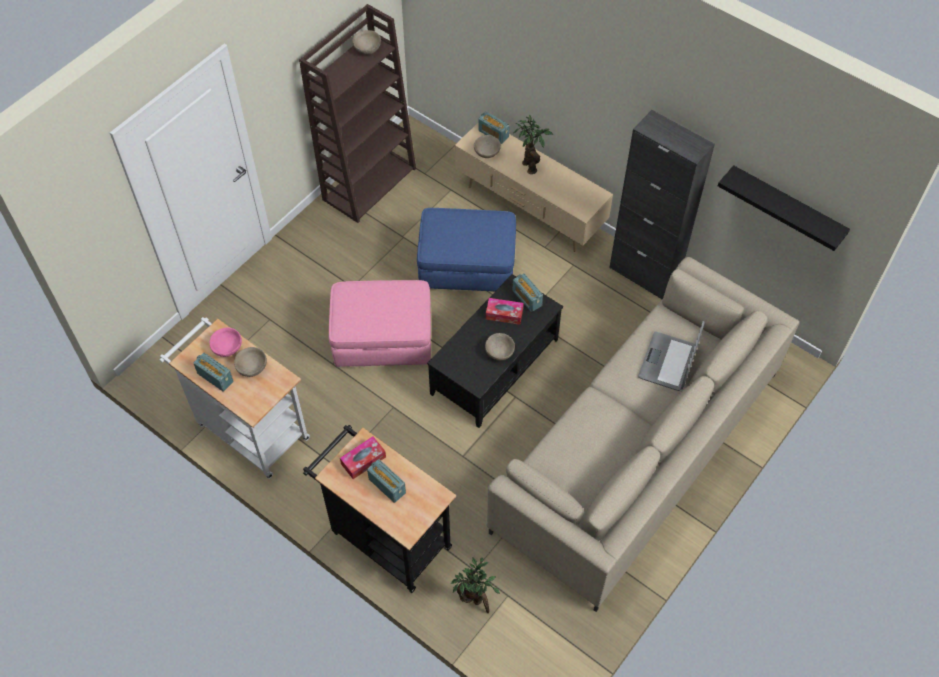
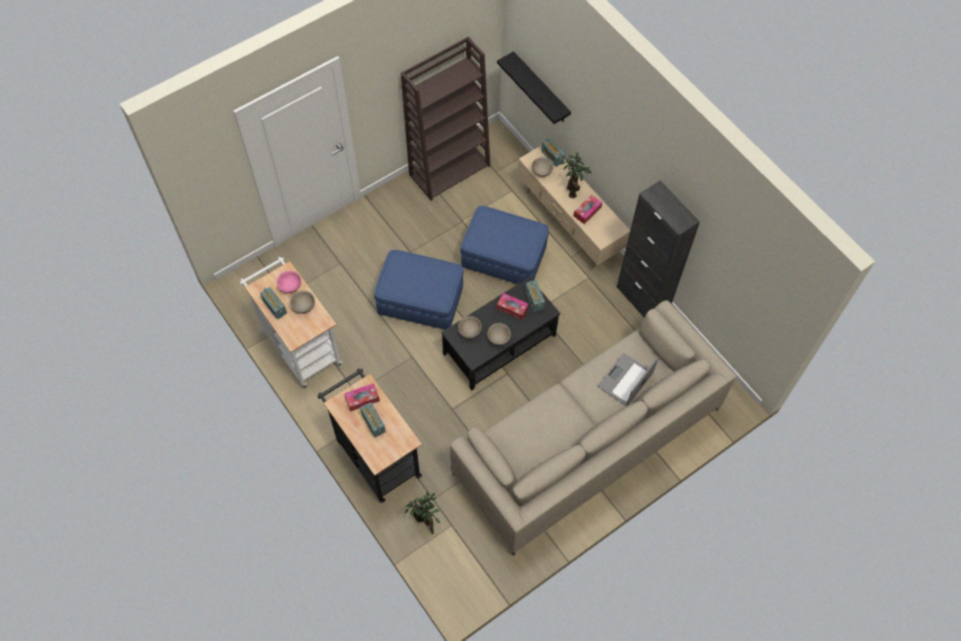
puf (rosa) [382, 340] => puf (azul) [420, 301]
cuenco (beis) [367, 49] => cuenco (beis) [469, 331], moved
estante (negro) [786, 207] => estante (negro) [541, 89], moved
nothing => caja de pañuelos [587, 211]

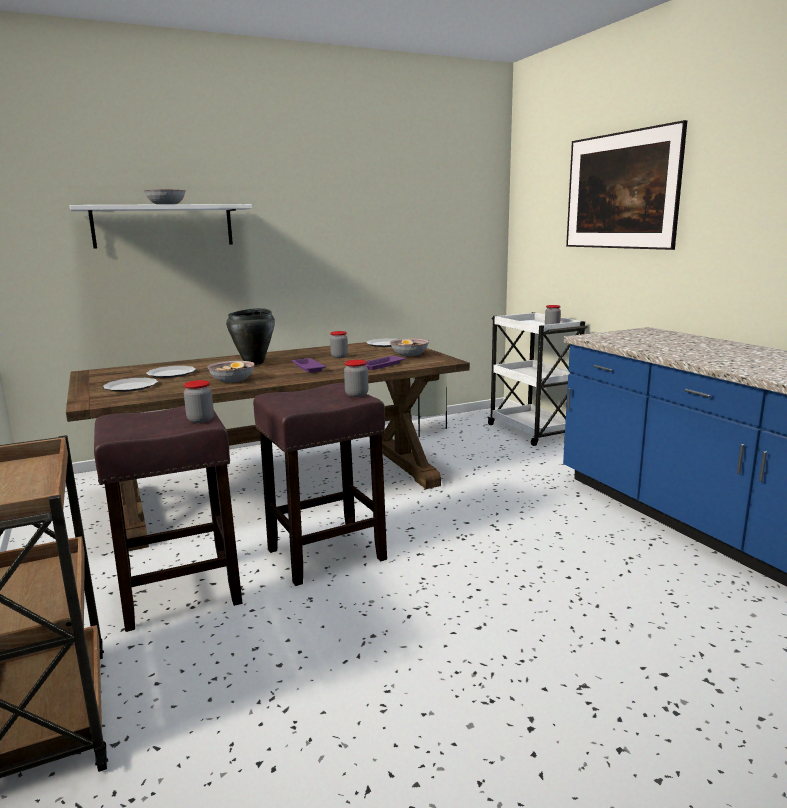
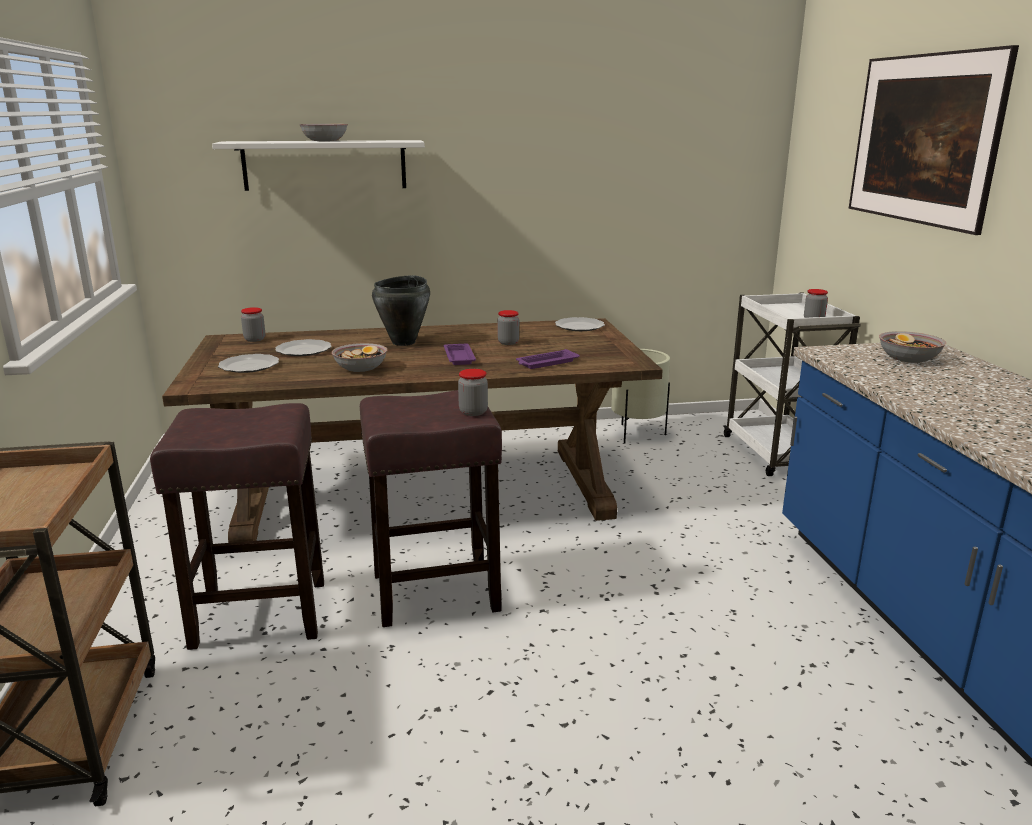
tarro [200, 420] => tarro [255, 339], moved
cuenco [409, 354] => cuenco [908, 359], moved

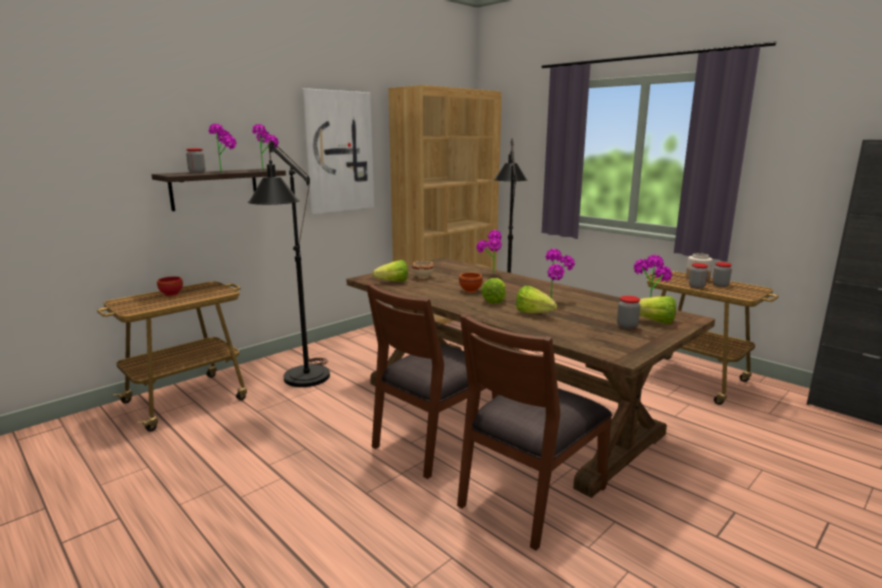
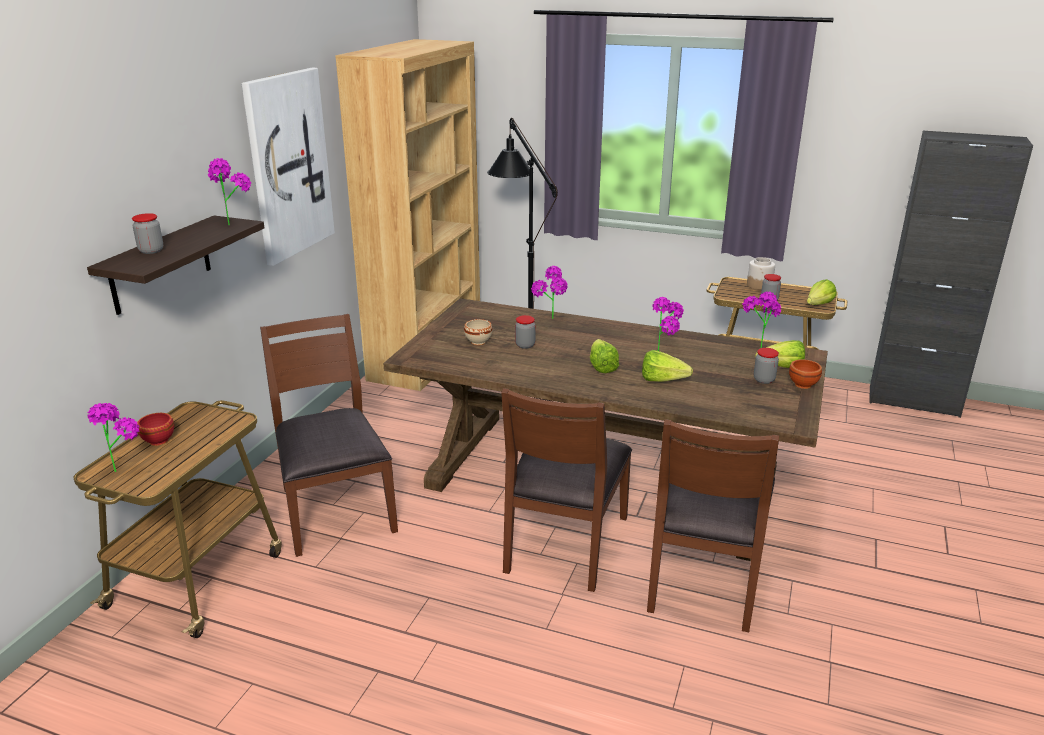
planta en maceta [227, 172] => planta en maceta [123, 466], moved
lámpara de pie (negro) [303, 383] => silla (marrón) [335, 509]
lechuga [390, 282] => lechuga [815, 306], moved
cuenco (marrón) [471, 291] => cuenco (marrón) [804, 385], moved
tarro [720, 285] => tarro [525, 345], moved

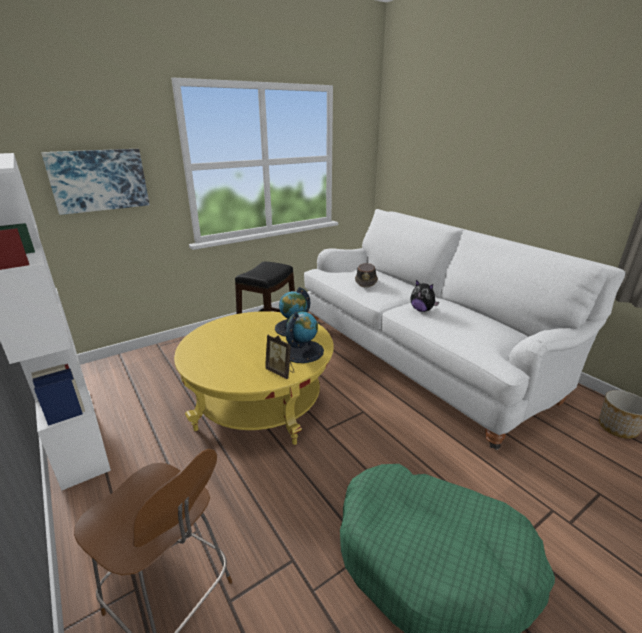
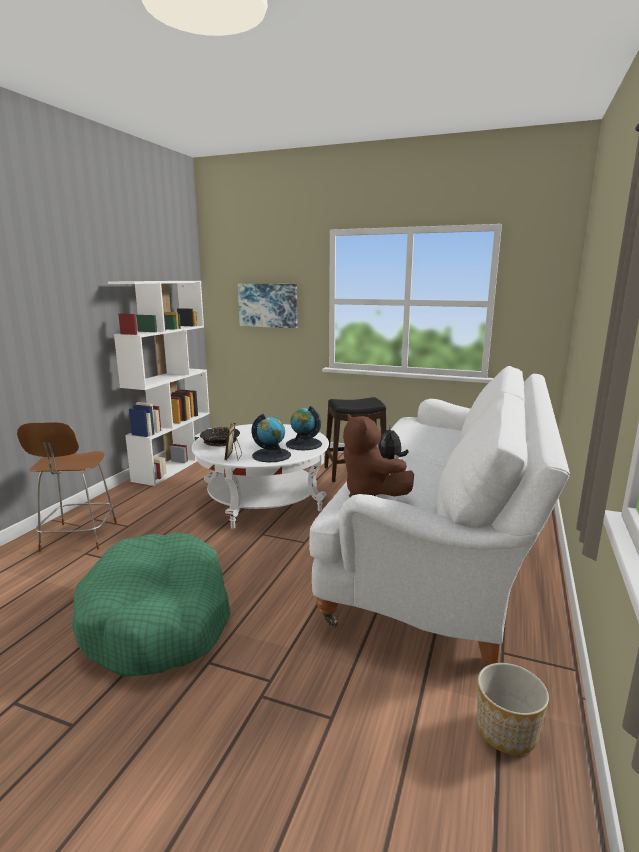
mesa de centro (amarillo) [260, 403] => mesa de centro (blanco) [263, 501]
sombrero (marrón) [366, 282] => nothing
nothing => cuenco (negro) [220, 443]
nothing => peluche (marrón) [370, 493]

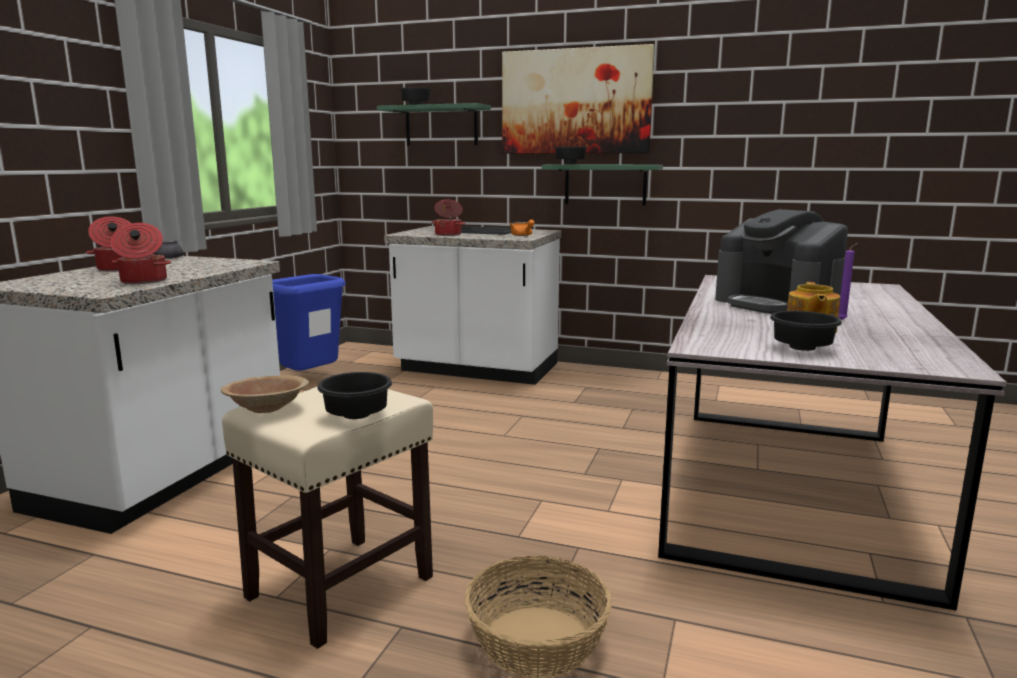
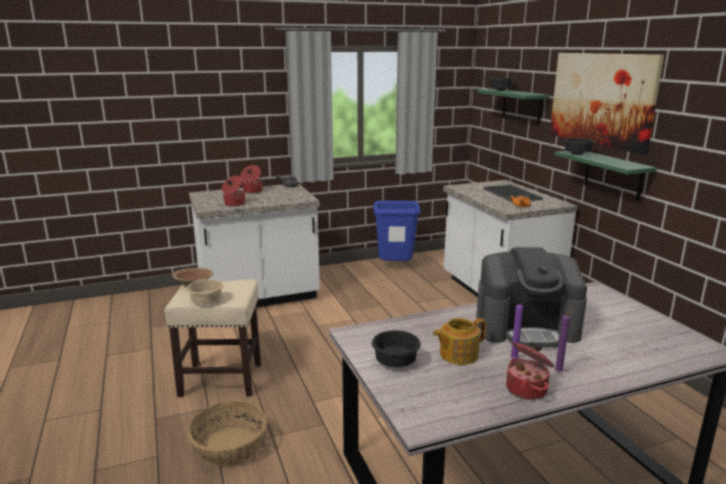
cuenco (negro) [358, 416] => cuenco (beis) [206, 302]
olla [448, 234] => olla [527, 389], moved
cafetera [777, 304] => cafetera [527, 328], 105 degrees counterclockwise
nothing => vela (morado) [560, 372]

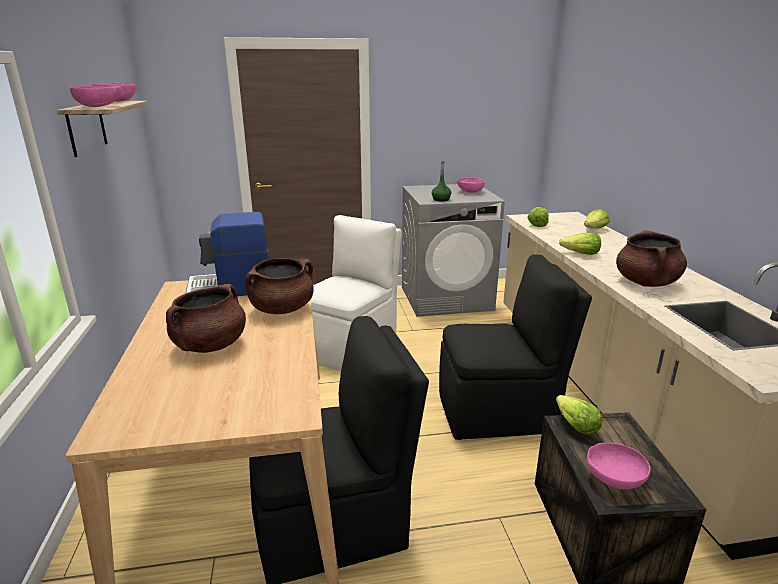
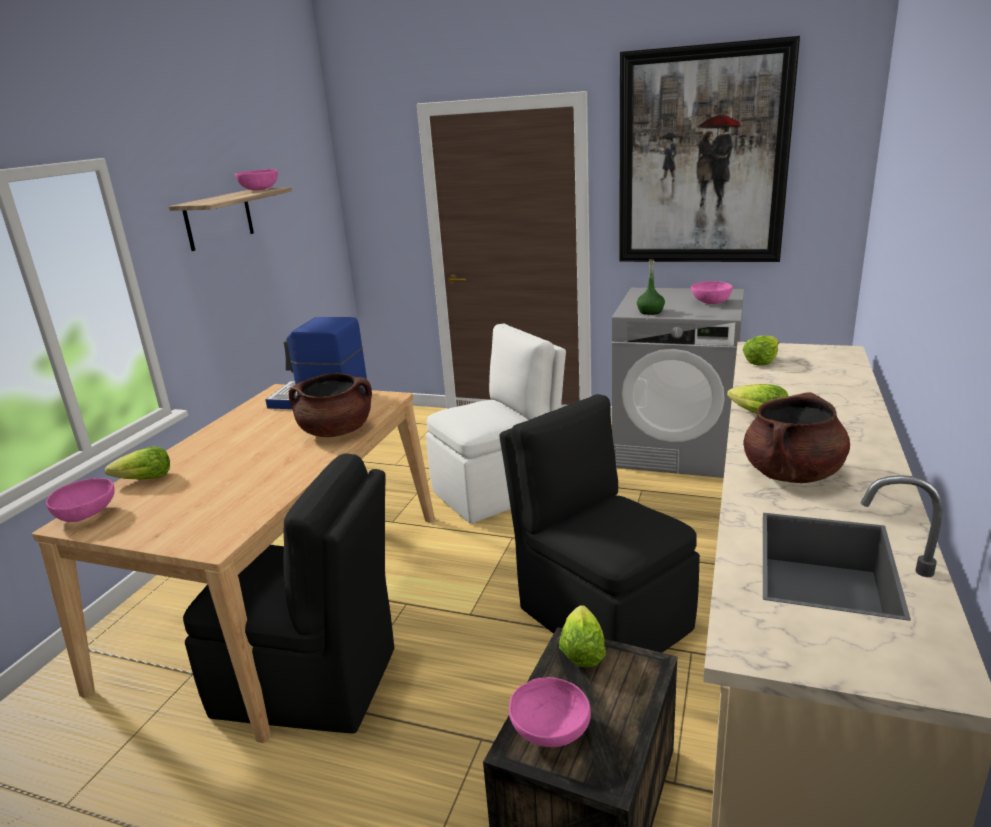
cuenco (rosa) [99, 106] => cuenco (rosa) [87, 515], moved
olla (marrón) [210, 345] => nothing
silla (negro) [499, 412] => silla (negro) [601, 616], 150 degrees counterclockwise
lechuga [594, 229] => lechuga [144, 480], moved
nothing => cuadro [702, 158]

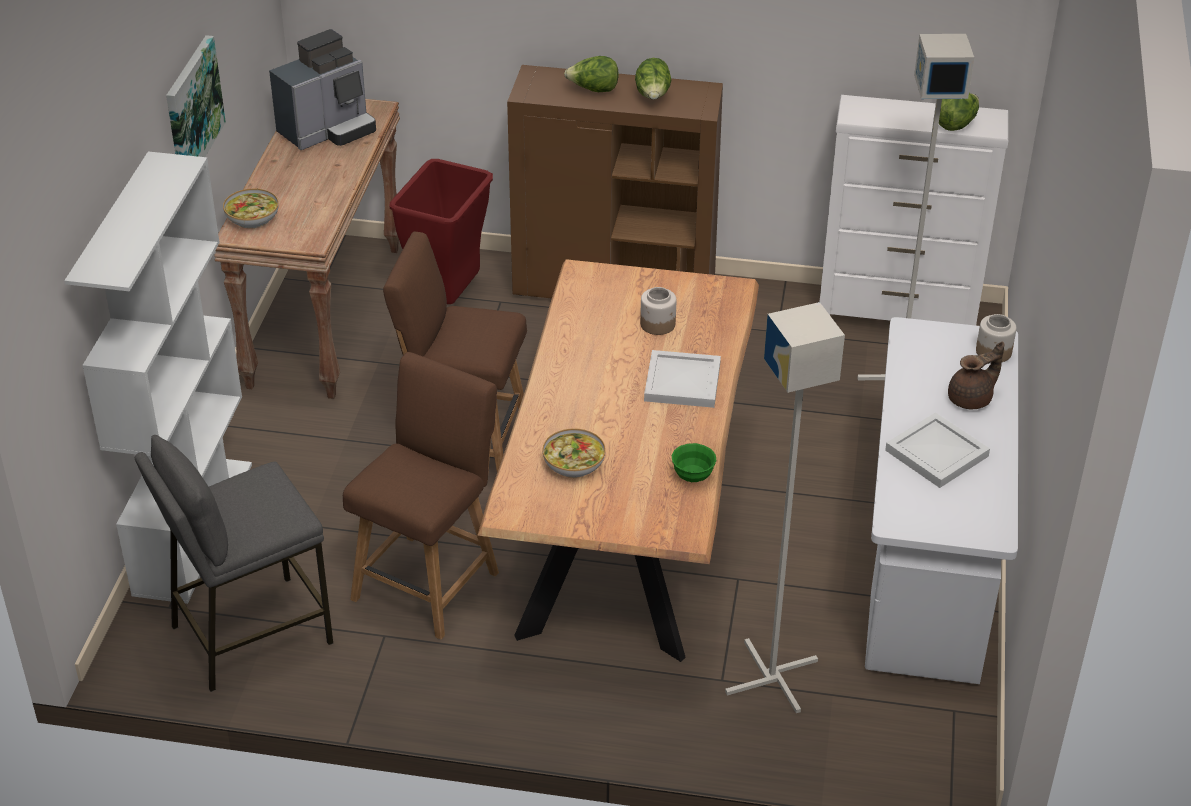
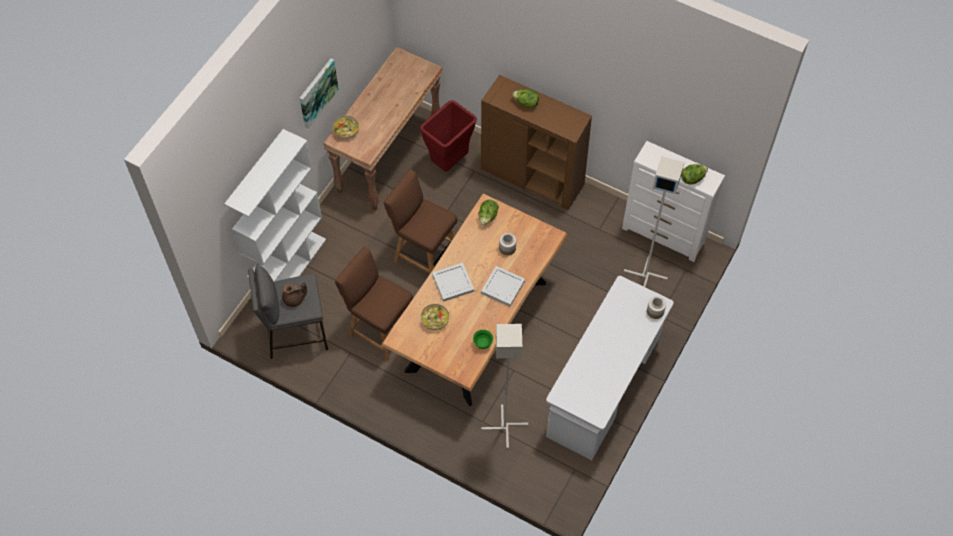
cafetera [328, 131] => nothing
silla (marrón) [429, 581] => silla (marrón) [379, 329], 105 degrees counterclockwise
lechuga [653, 97] => lechuga [488, 217], moved
bandeja (blanco) [937, 454] => bandeja (blanco) [452, 283], moved
tetera (marrón) [971, 399] => tetera (marrón) [294, 299], moved

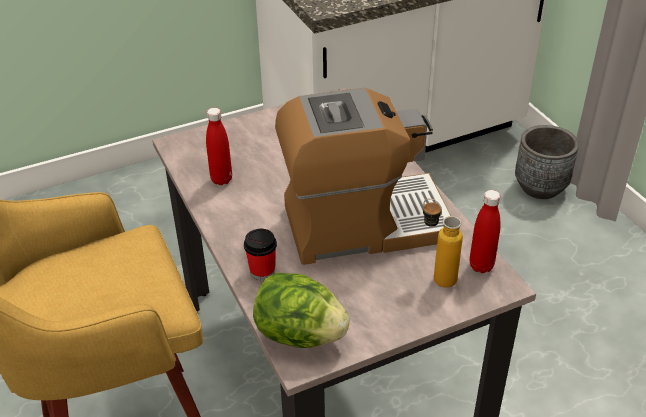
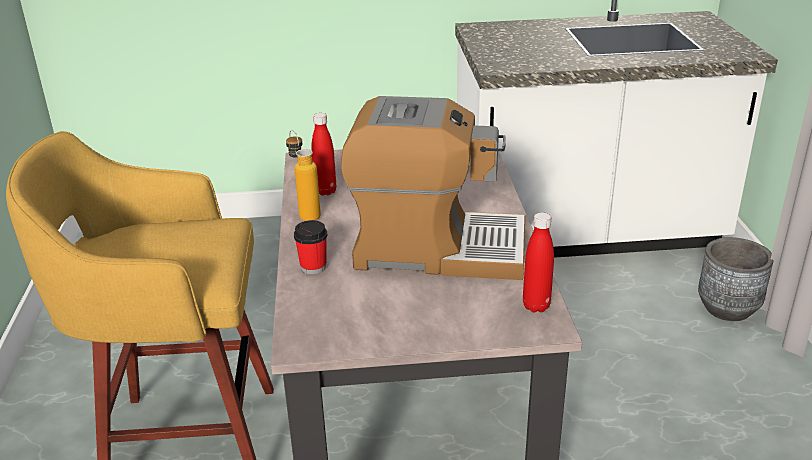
lechuga [299, 334] => nothing
botella [436, 276] => botella [305, 213], moved

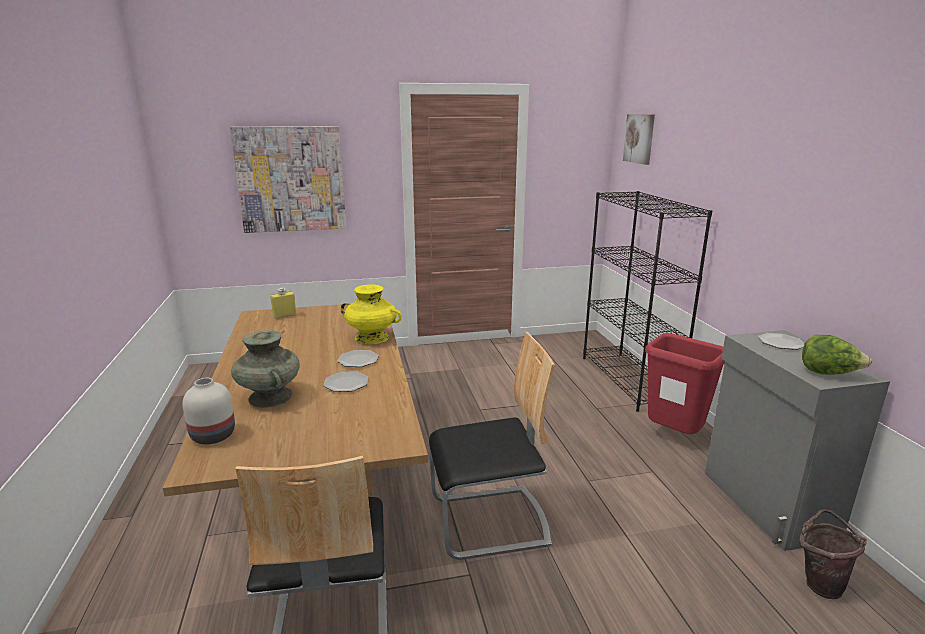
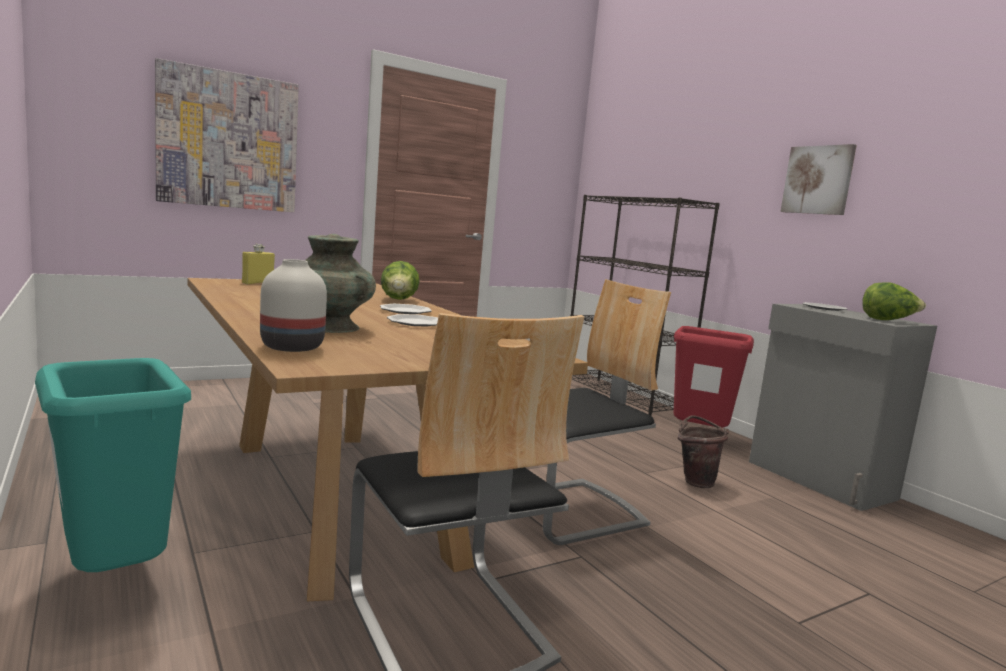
florero (amarillo) [372, 338] => lechuga [399, 300]
cuadro [639, 138] => cuadro [818, 180], moved
cubo (marrón) [819, 582] => cubo (marrón) [695, 481], moved
nothing => papelera (turquesa) [116, 578]

